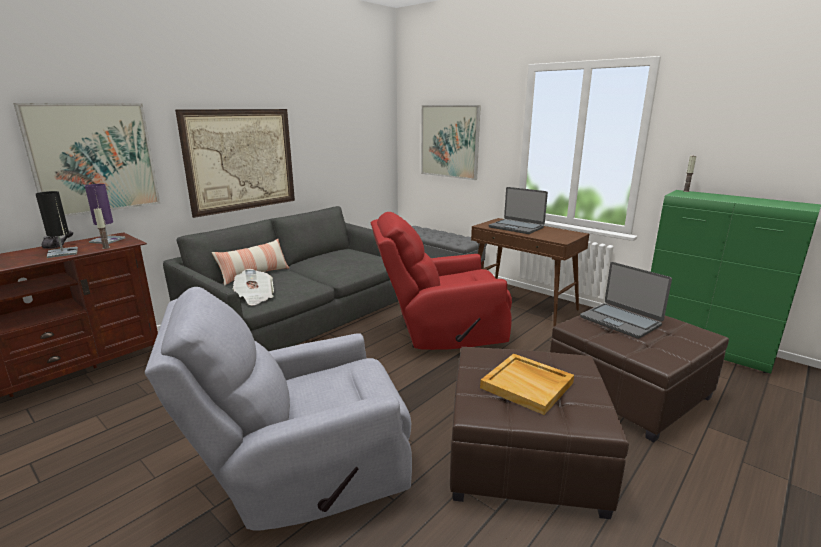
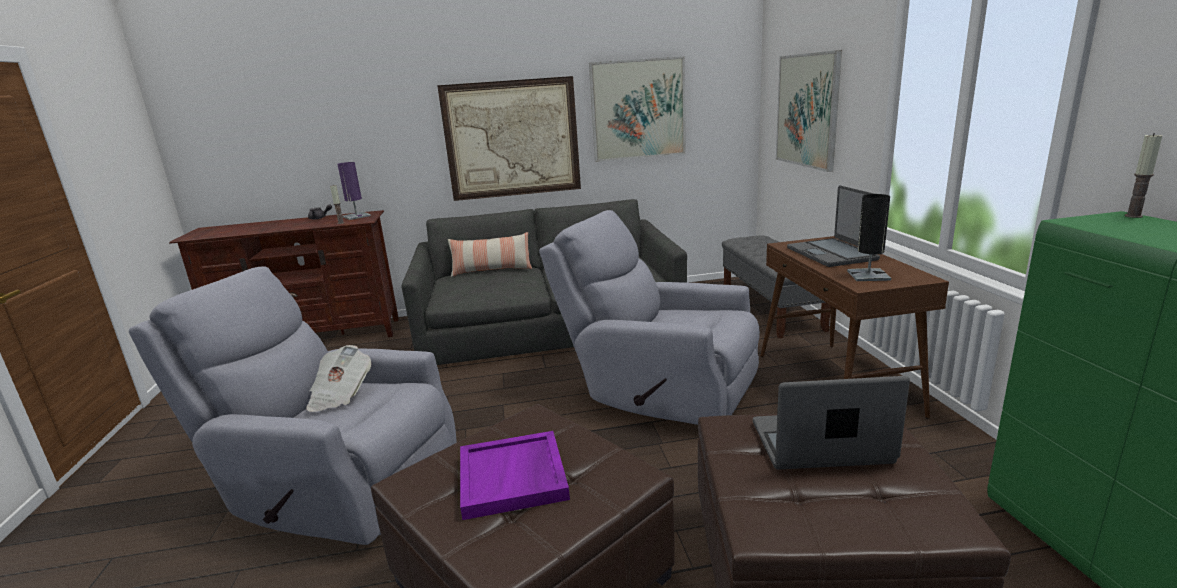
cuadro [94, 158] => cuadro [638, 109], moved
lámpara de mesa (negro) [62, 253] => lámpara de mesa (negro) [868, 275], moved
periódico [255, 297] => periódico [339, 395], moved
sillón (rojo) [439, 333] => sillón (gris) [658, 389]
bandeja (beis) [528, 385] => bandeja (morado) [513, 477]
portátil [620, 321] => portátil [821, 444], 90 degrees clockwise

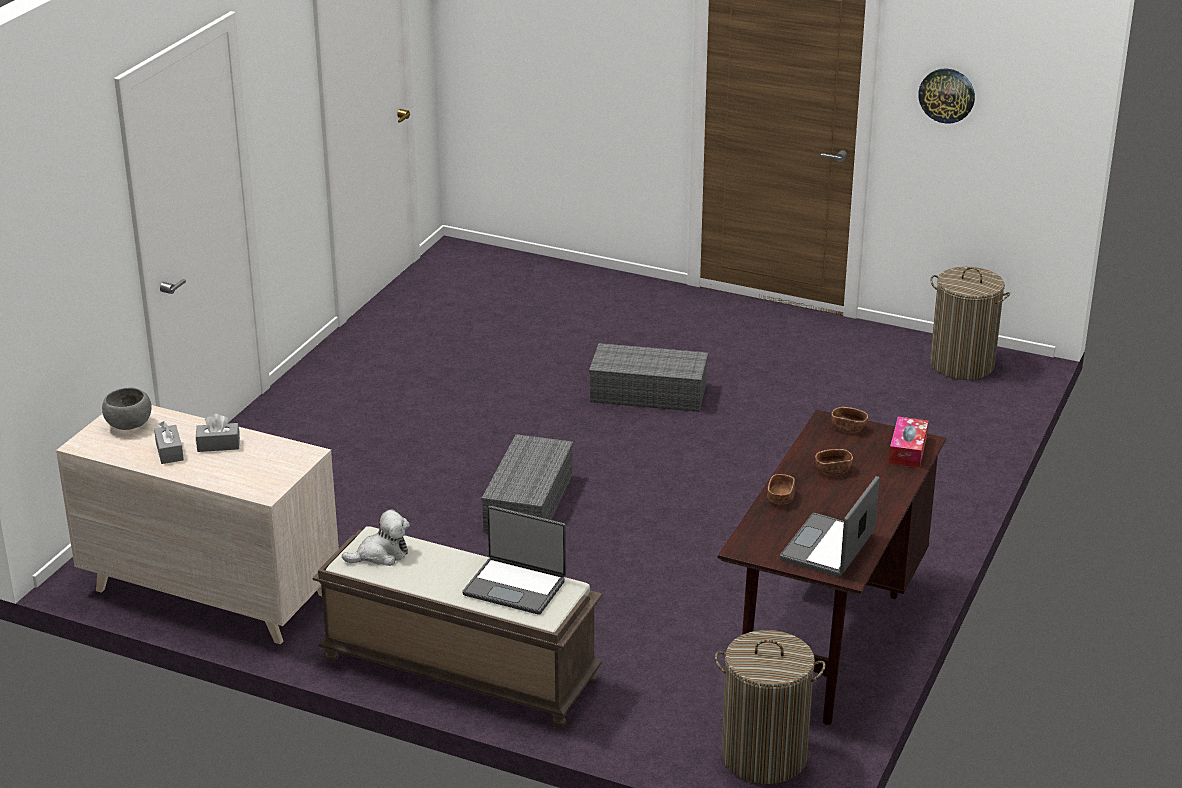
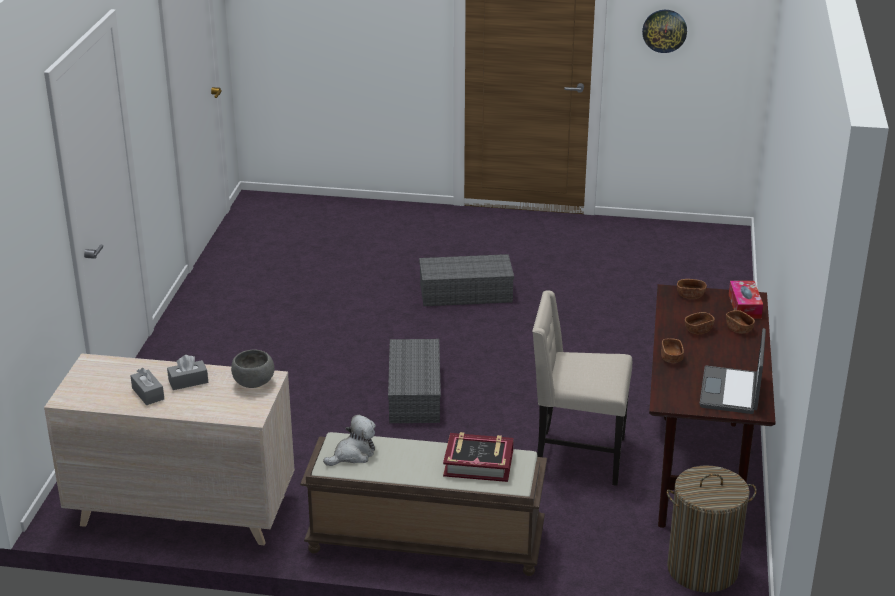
cuenco (gris) [129, 425] => cuenco (gris) [253, 383], moved
portátil [515, 586] => libro [478, 463]
cesto de la ropa [961, 364] => nothing
nothing => silla (beis) [577, 457]
nothing => cuenco (marrón) [739, 329]

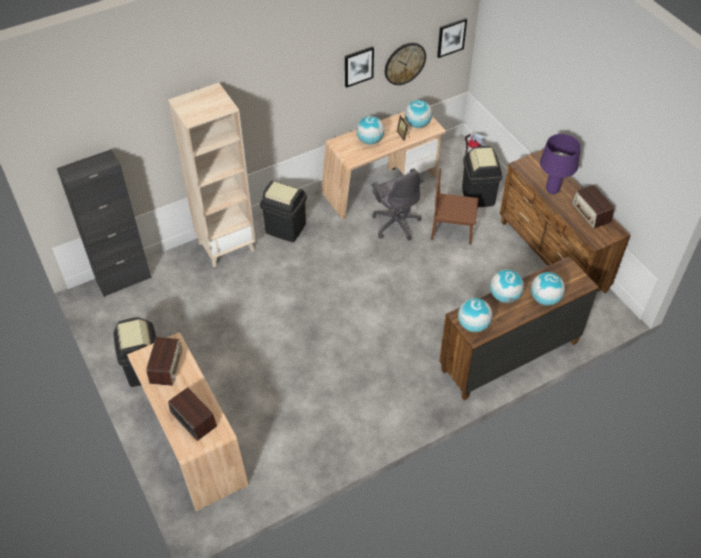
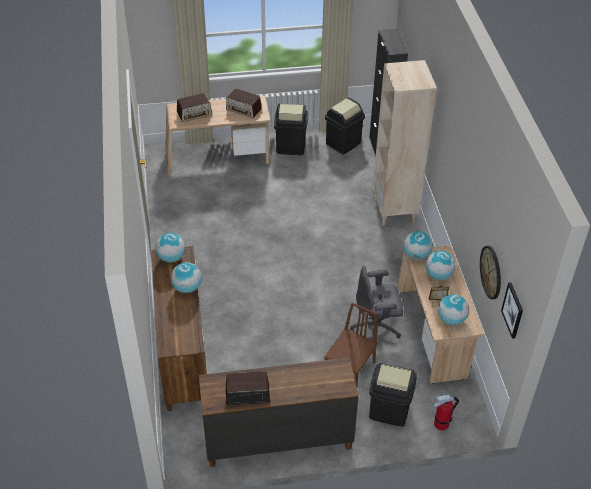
papelera (negro) [285, 228] => papelera (negro) [343, 143], moved
cuadro [358, 66] => nothing
globo terráqueo [544, 299] => globo terráqueo [416, 255], moved
lámpara de mesa (morado) [552, 190] => nothing

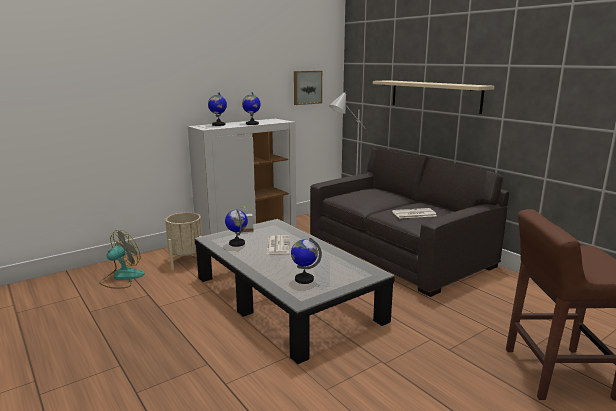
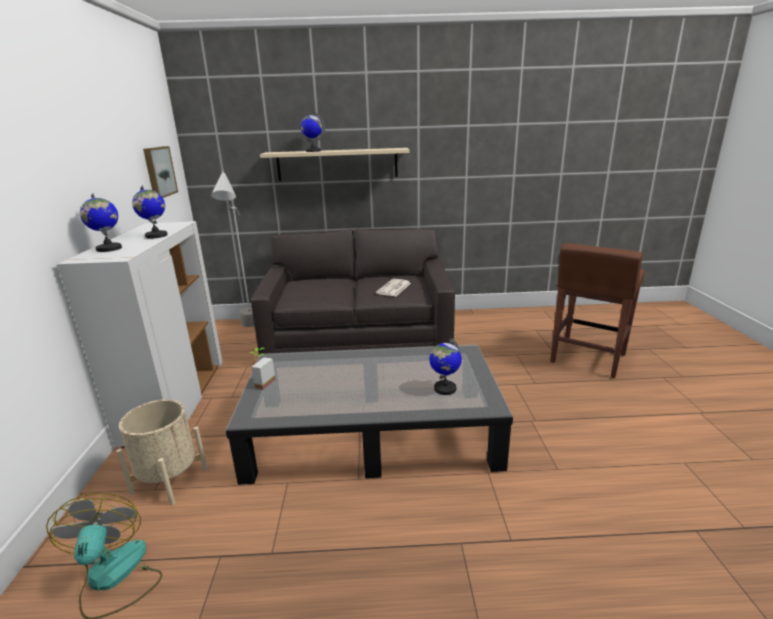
globo terráqueo [237, 243] => globo terráqueo [313, 151], moved
periódico [278, 245] => nothing

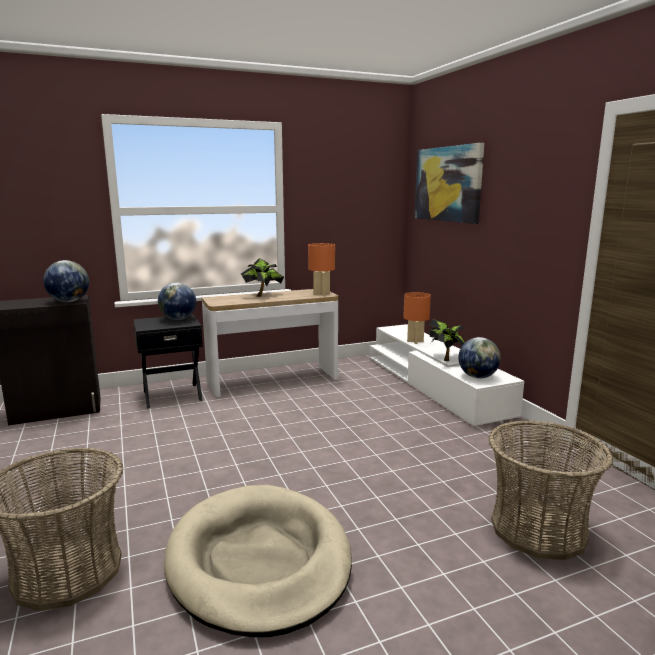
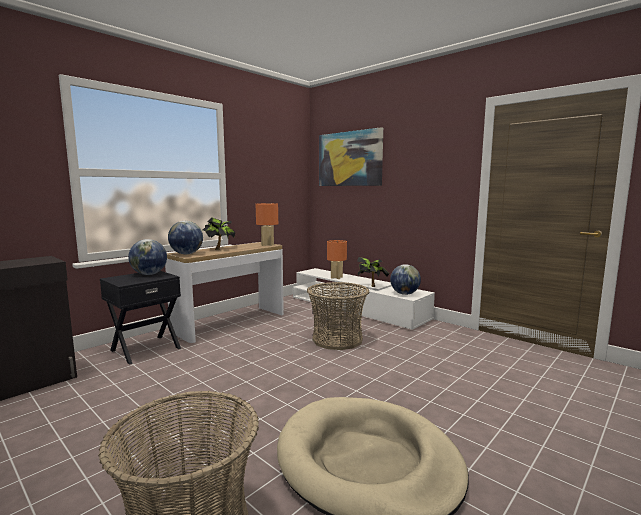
globo terráqueo [69, 301] => globo terráqueo [186, 254], moved
cesta [538, 529] => cesta [337, 339], moved

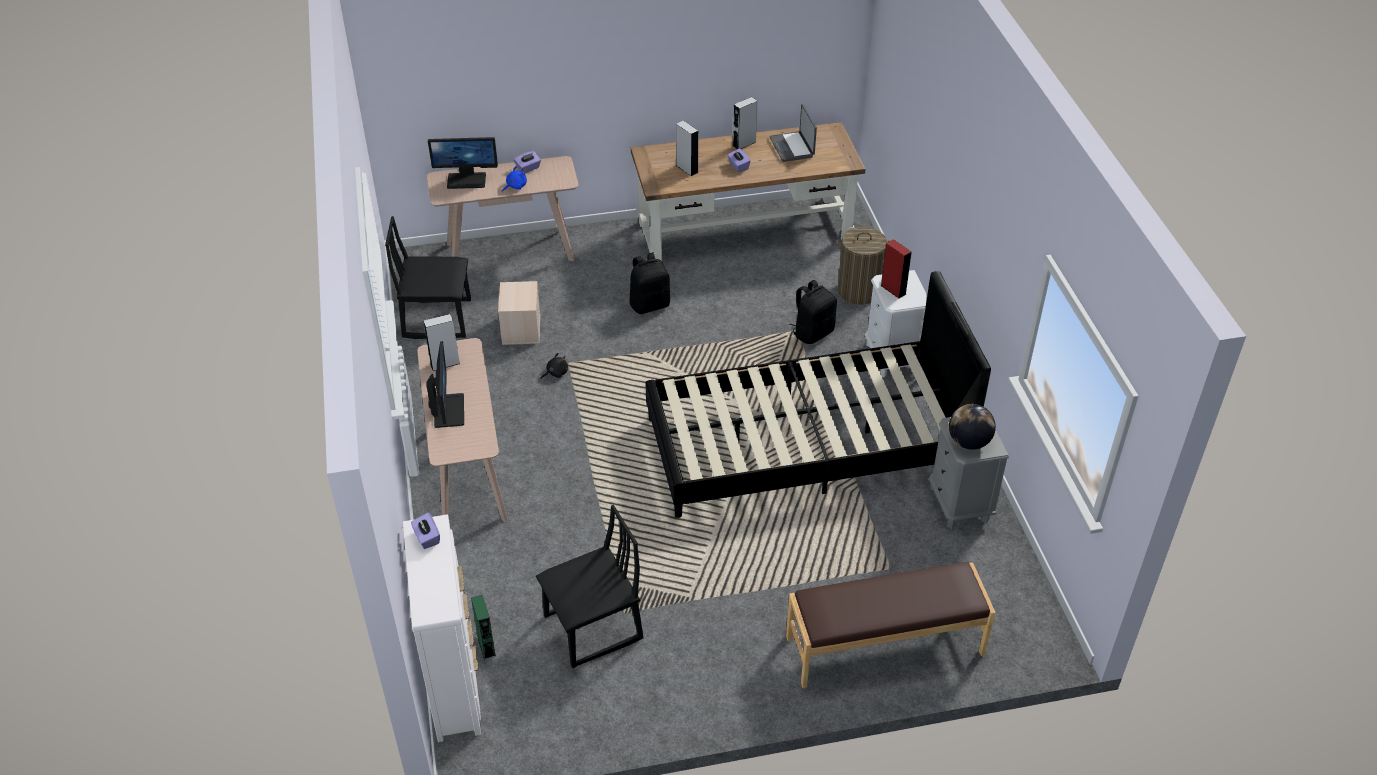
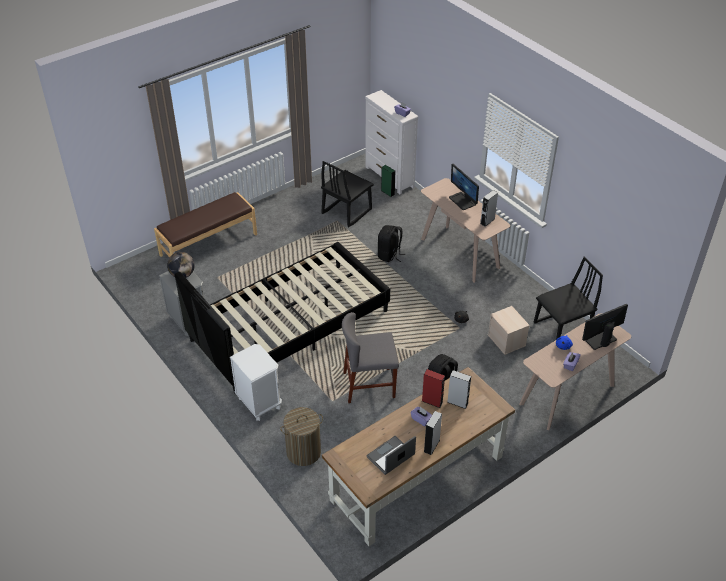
portátil [792, 147] => portátil [391, 456], 90 degrees counterclockwise
mochila (negro) [812, 332] => mochila (negro) [389, 255], moved
altavoz (rojo) [893, 289] => altavoz (rojo) [432, 401], moved
nothing => silla (gris) [369, 385]

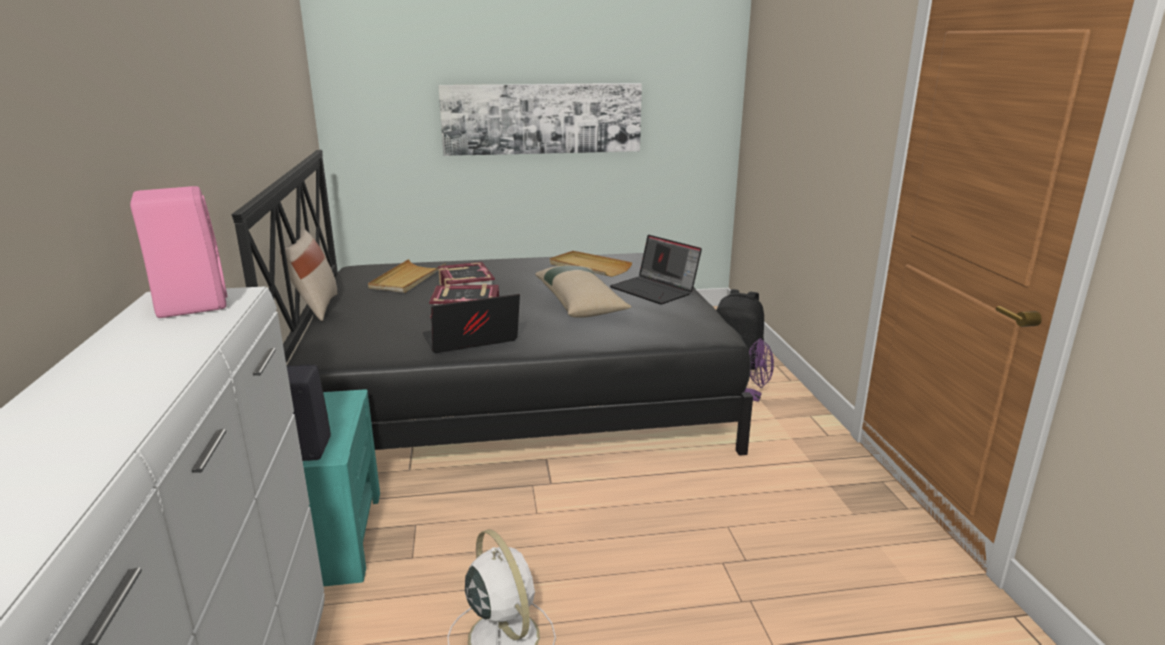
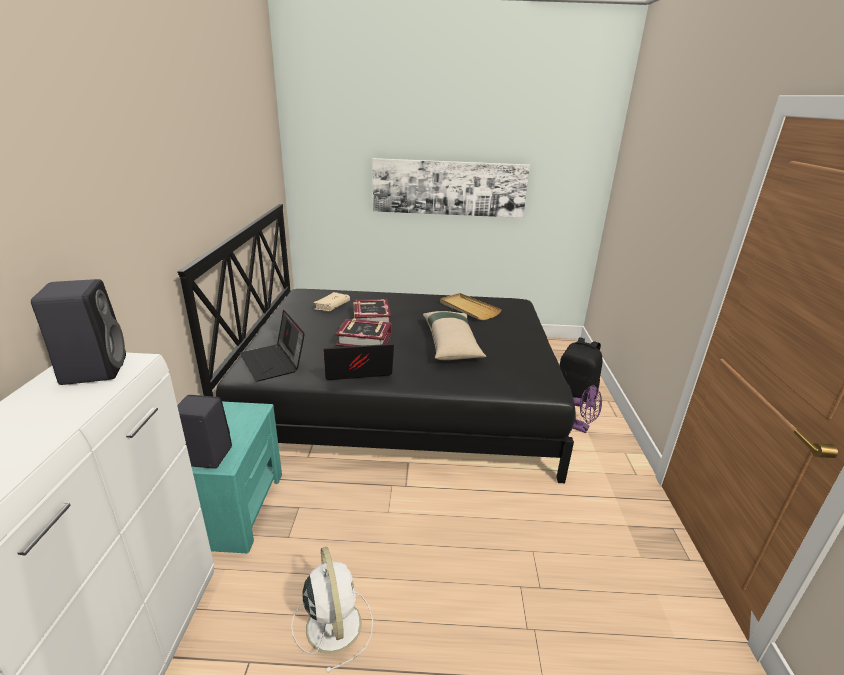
altavoz (rosa) [191, 303] => altavoz (negro) [94, 369]
cojín (beis) [315, 307] => nothing
bandeja (beis) [407, 279] => libro (beis) [332, 306]
portátil [655, 290] => portátil [274, 362], moved

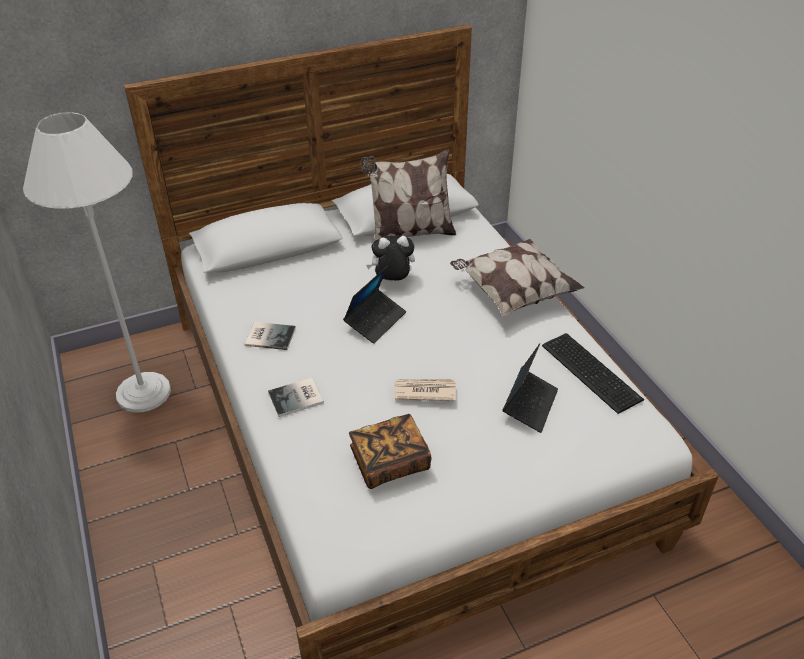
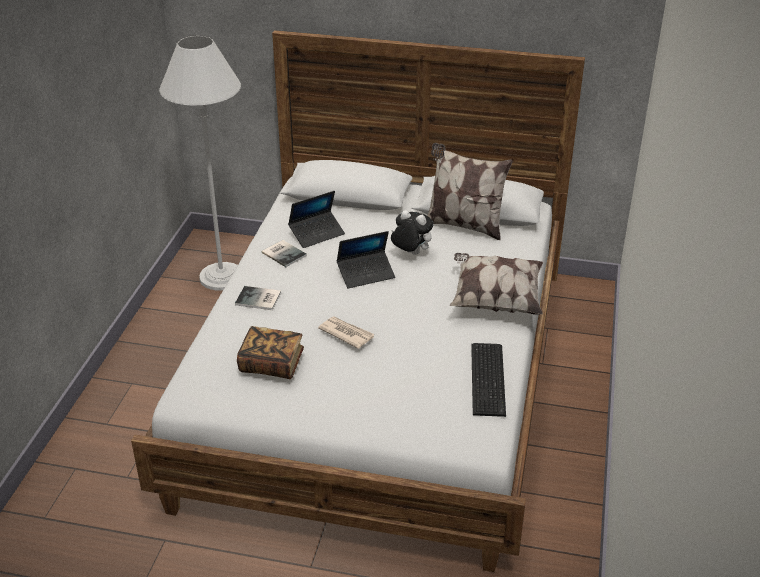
portátil [530, 404] => portátil [317, 234], moved

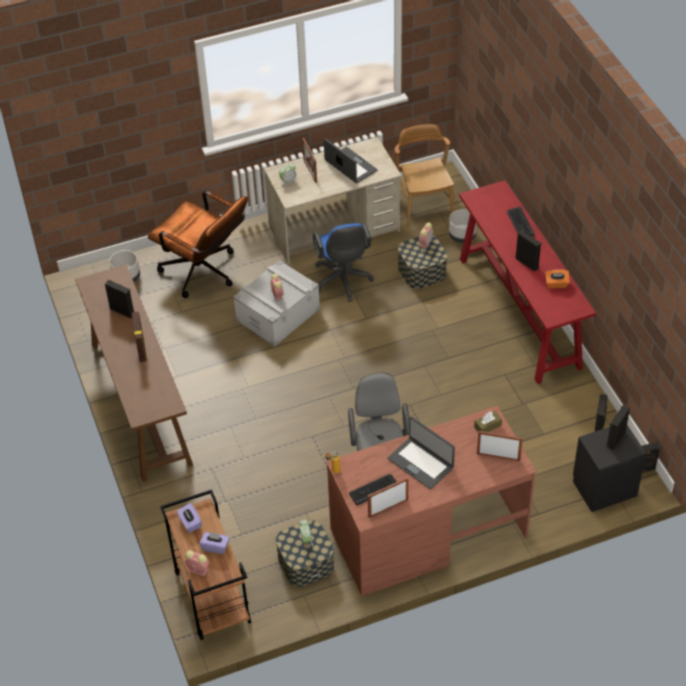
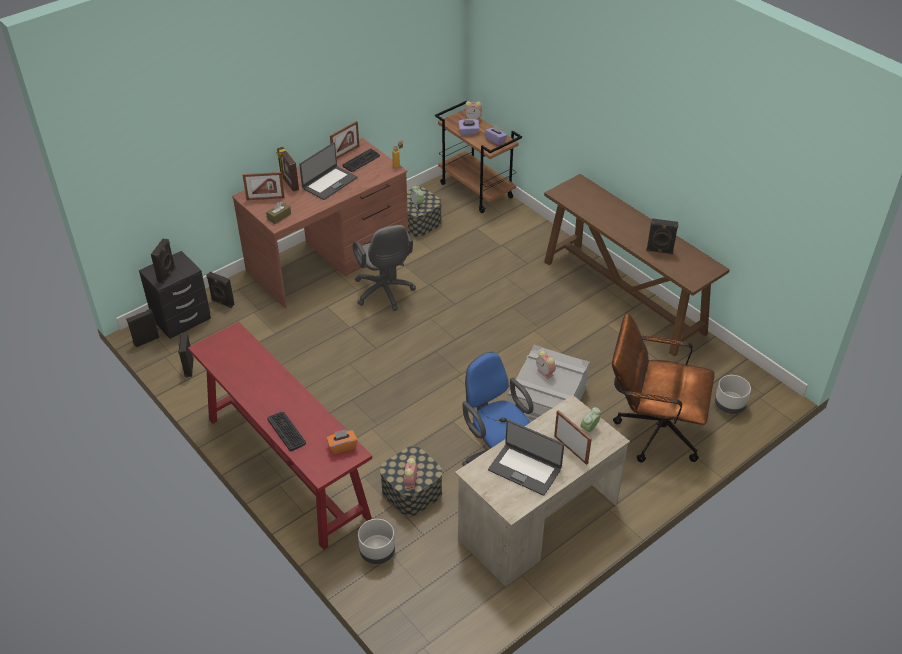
portarretratos [142, 348] => portarretratos [289, 183], moved
portátil [421, 463] => portátil [329, 183], 105 degrees clockwise
silla (marrón) [424, 206] => nothing
altavoz (negro) [527, 263] => altavoz (negro) [222, 303], moved
caja de pañuelos (naranja) [556, 284] => caja de pañuelos (naranja) [342, 447], moved

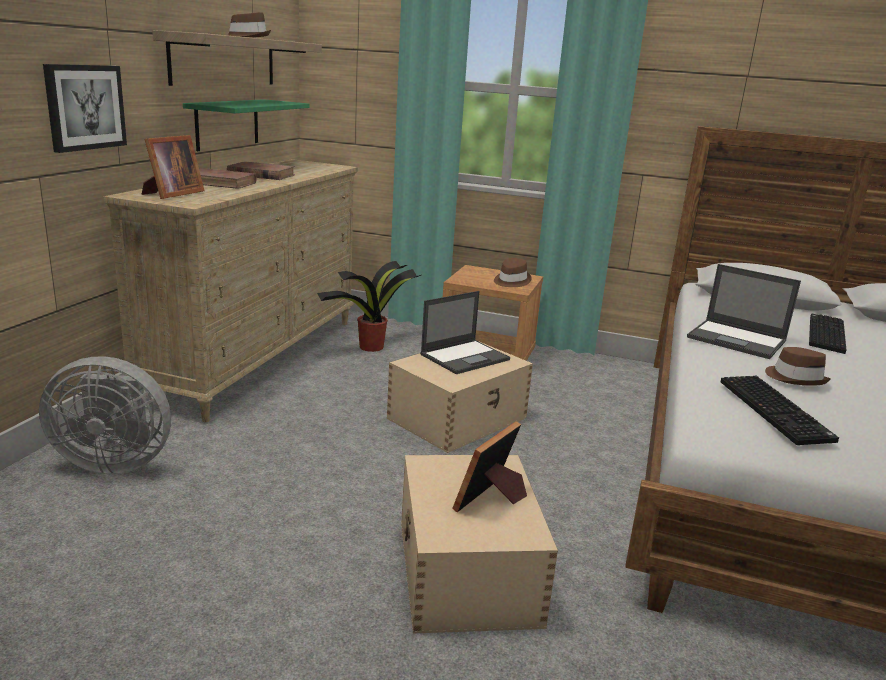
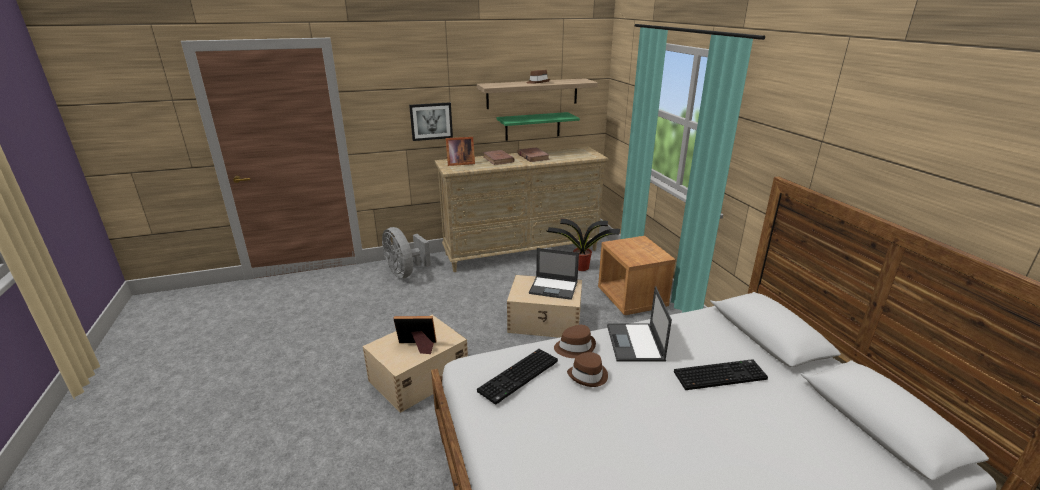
sombrero (marrón) [511, 281] => sombrero (marrón) [574, 347], moved

